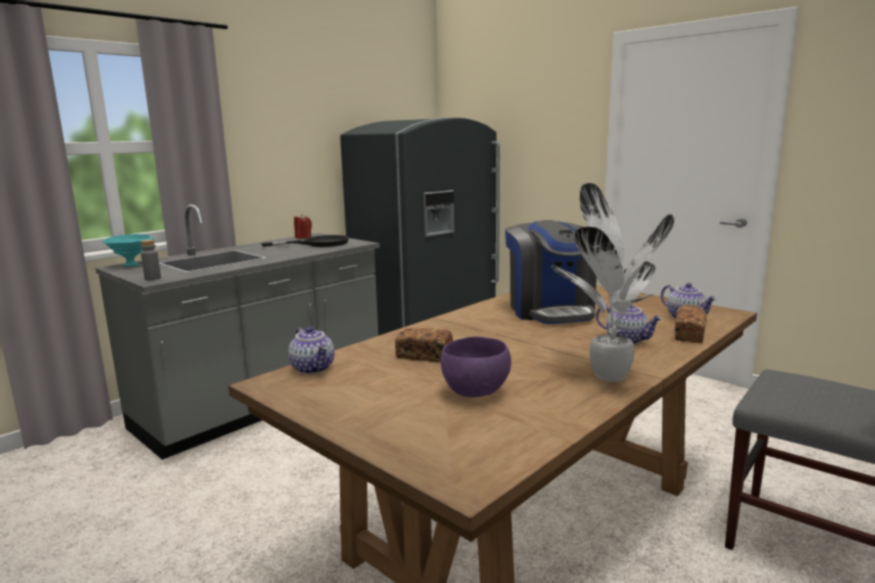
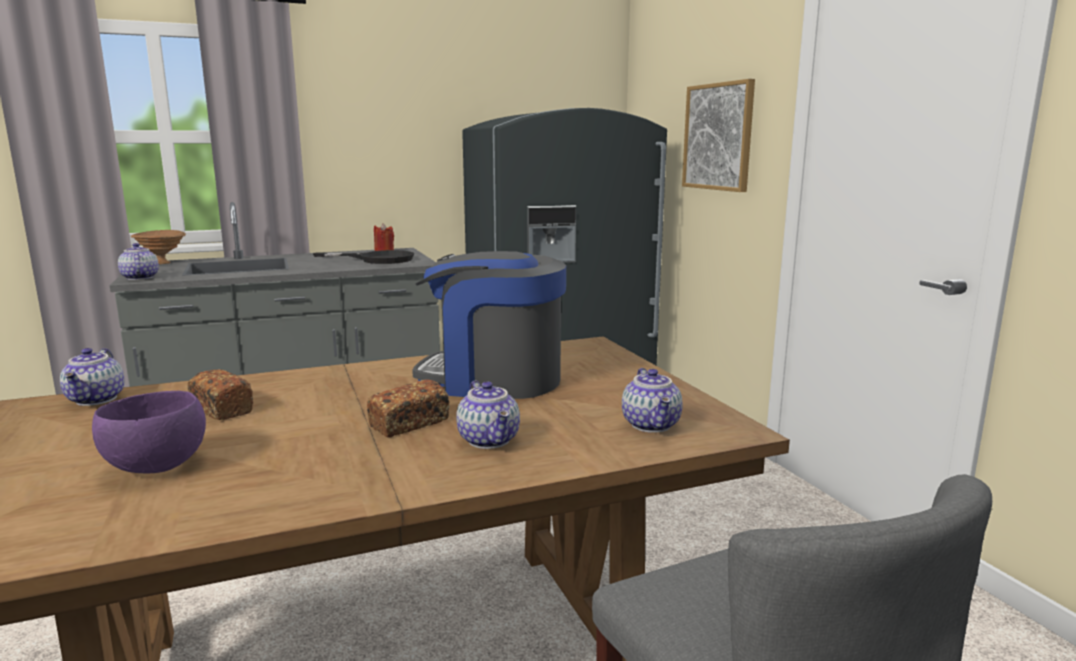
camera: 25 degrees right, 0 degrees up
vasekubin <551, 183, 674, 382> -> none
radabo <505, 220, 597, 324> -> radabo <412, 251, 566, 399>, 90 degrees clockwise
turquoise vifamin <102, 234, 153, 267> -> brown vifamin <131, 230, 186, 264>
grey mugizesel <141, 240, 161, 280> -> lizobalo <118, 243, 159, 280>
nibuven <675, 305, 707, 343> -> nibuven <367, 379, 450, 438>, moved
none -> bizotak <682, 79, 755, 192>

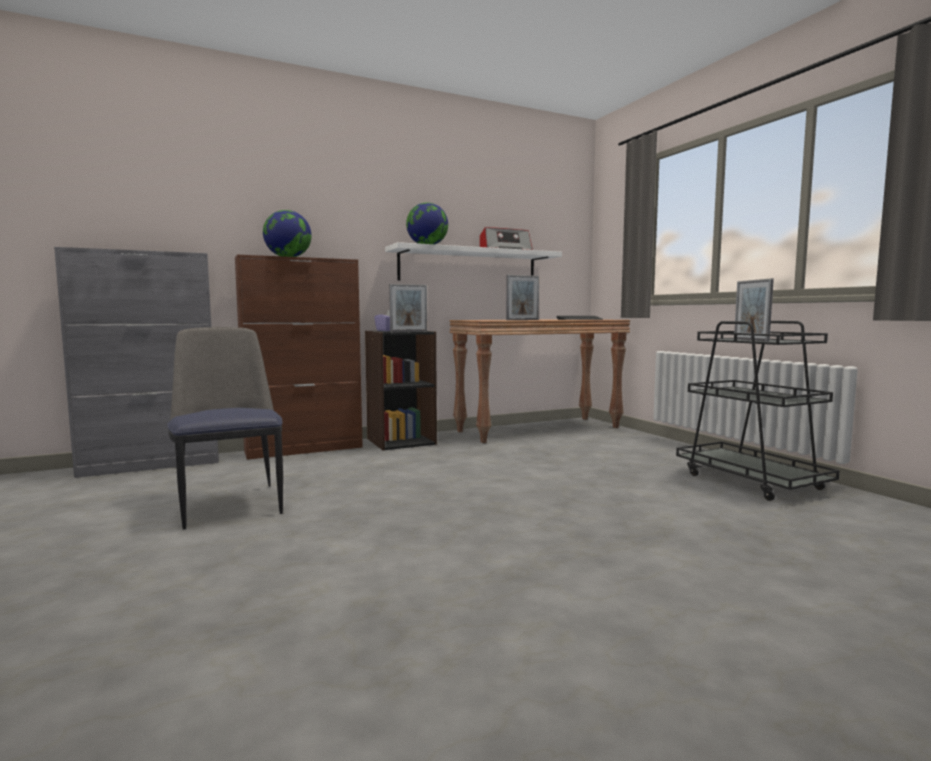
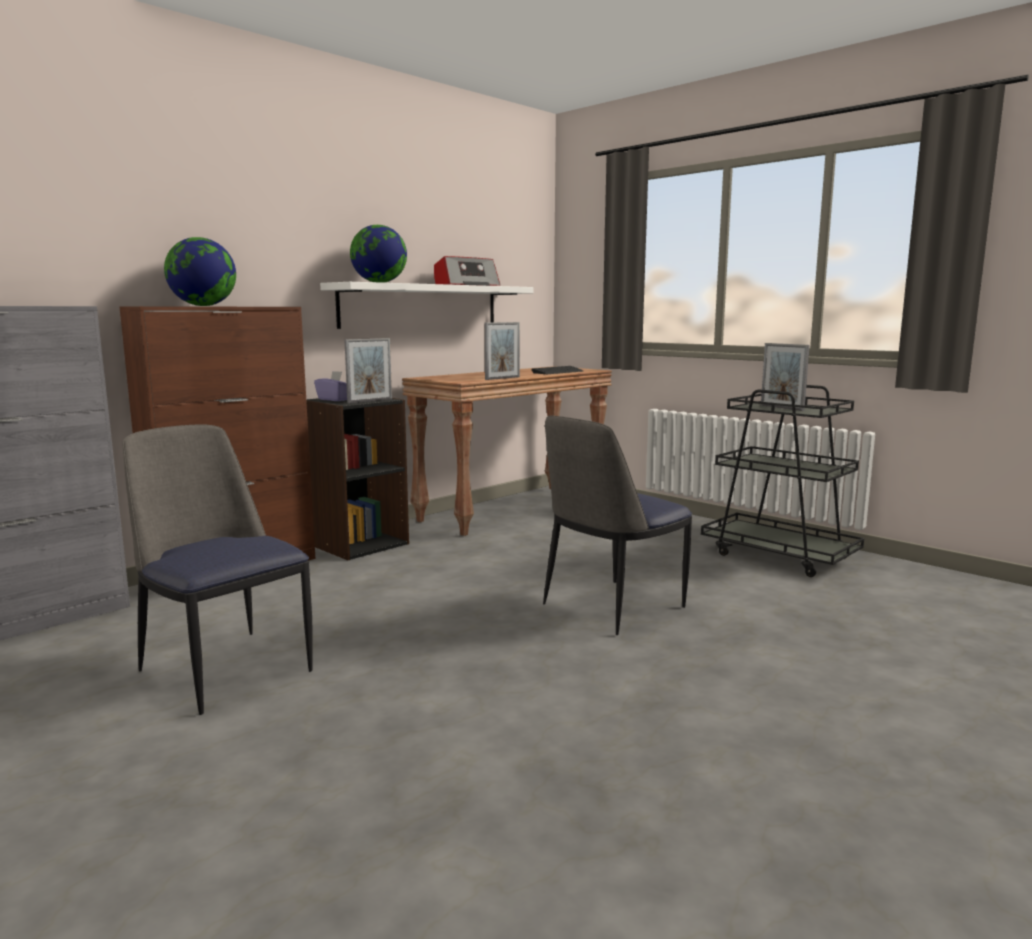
camera: 20 degrees left, 5 degrees up
none -> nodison <543, 415, 692, 635>

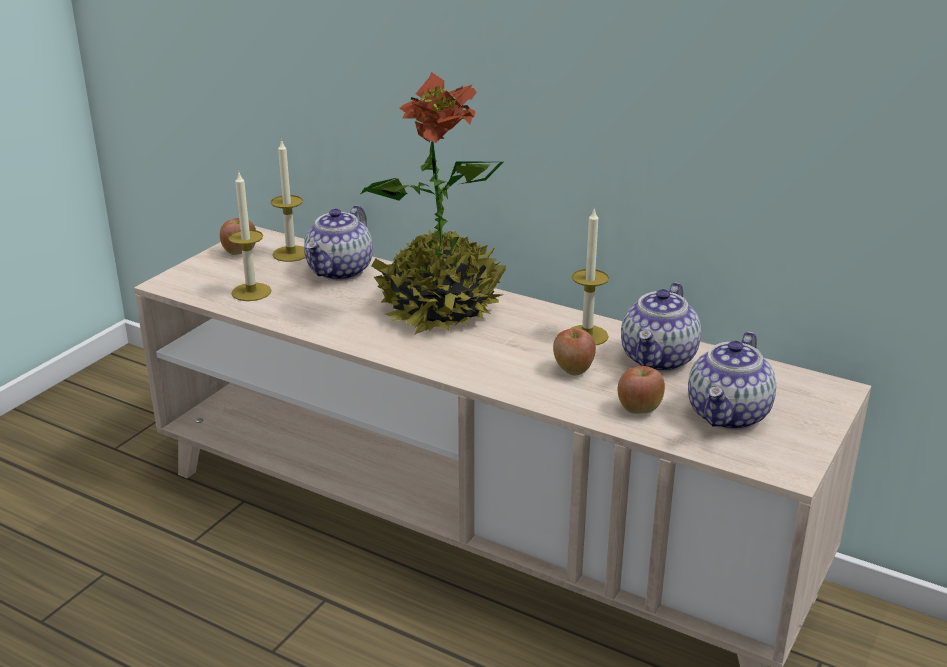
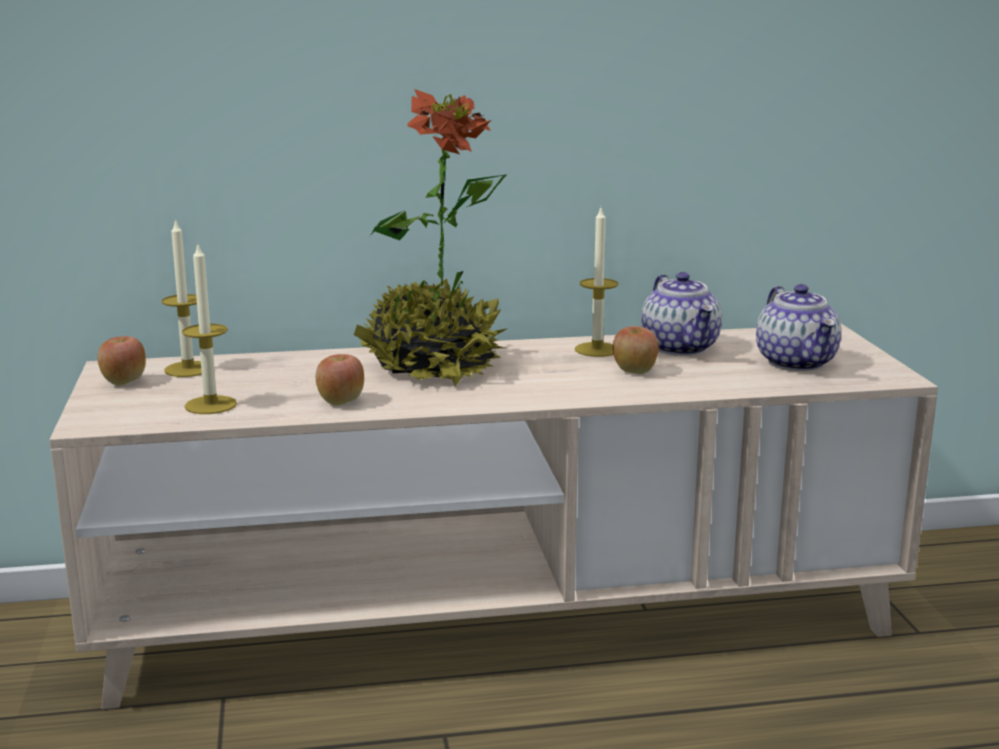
camera: 40 degrees left, 10 degrees down
lizobalo <304, 205, 373, 280> -> none
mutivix <618, 366, 665, 414> -> mutivix <316, 354, 364, 406>, moved

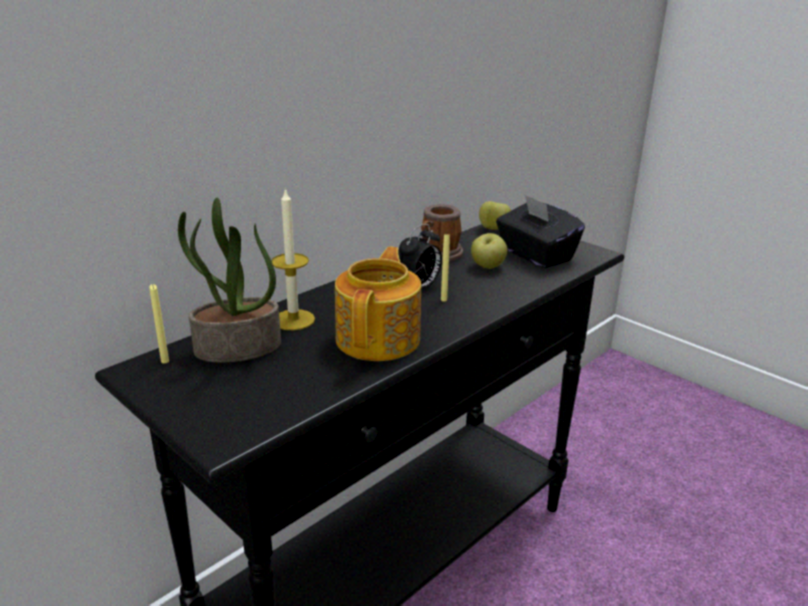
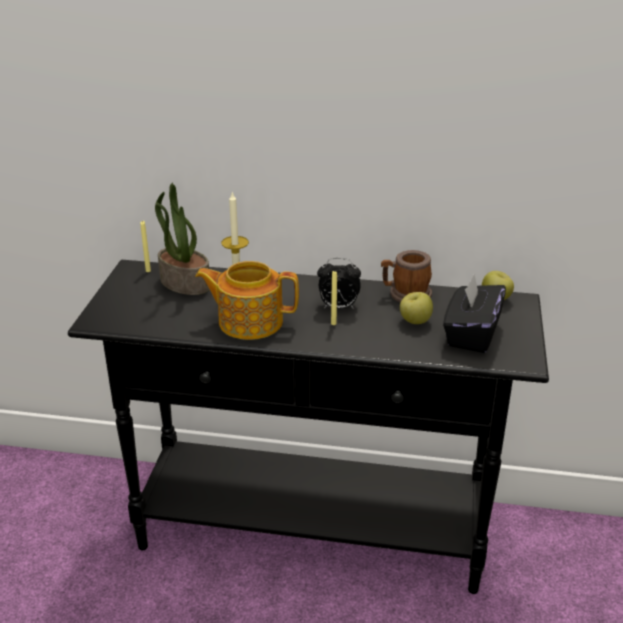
camera: 55 degrees right, 5 degrees up
lizobalo <335, 247, 421, 361> -> lizobalo <195, 261, 299, 340>, 150 degrees counterclockwise

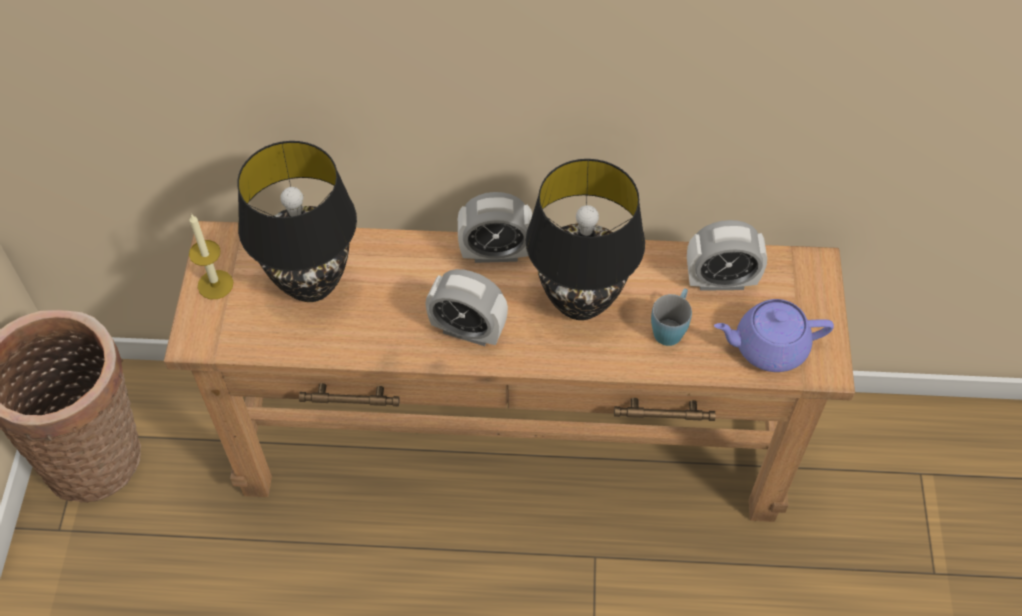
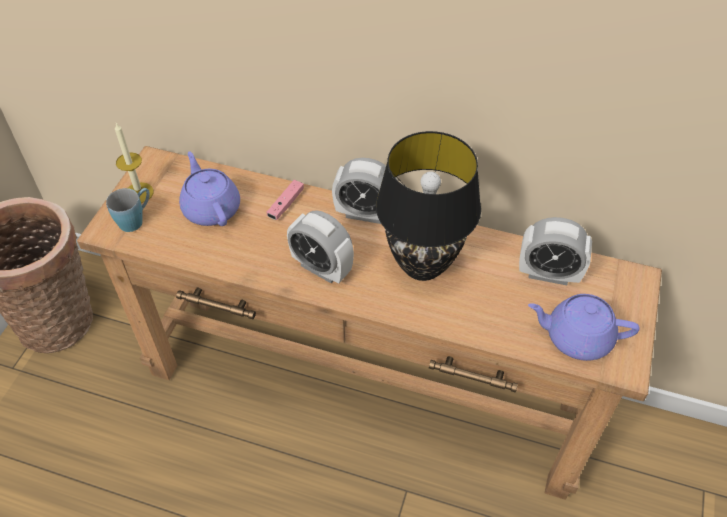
camera: 15 degrees right, 5 degrees down
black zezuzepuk <237, 141, 357, 302> -> purple lizobalo <179, 152, 240, 226>
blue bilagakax <651, 288, 692, 346> -> blue bilagakax <106, 188, 150, 232>, moved
none -> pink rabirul <267, 180, 304, 220>

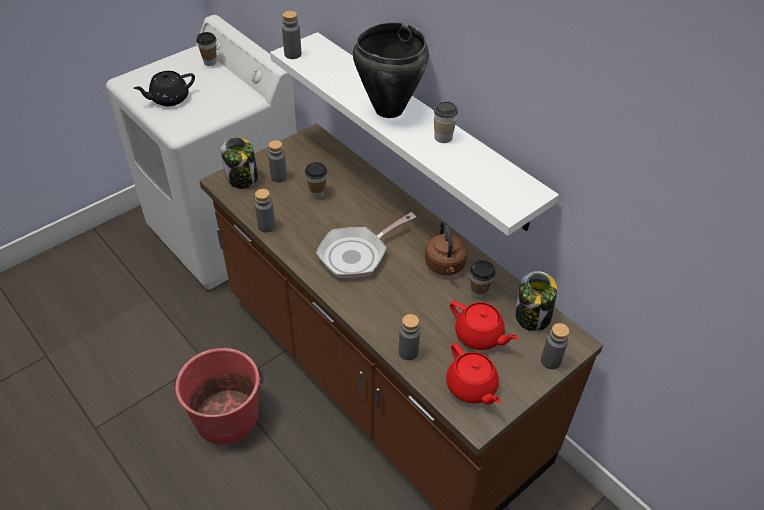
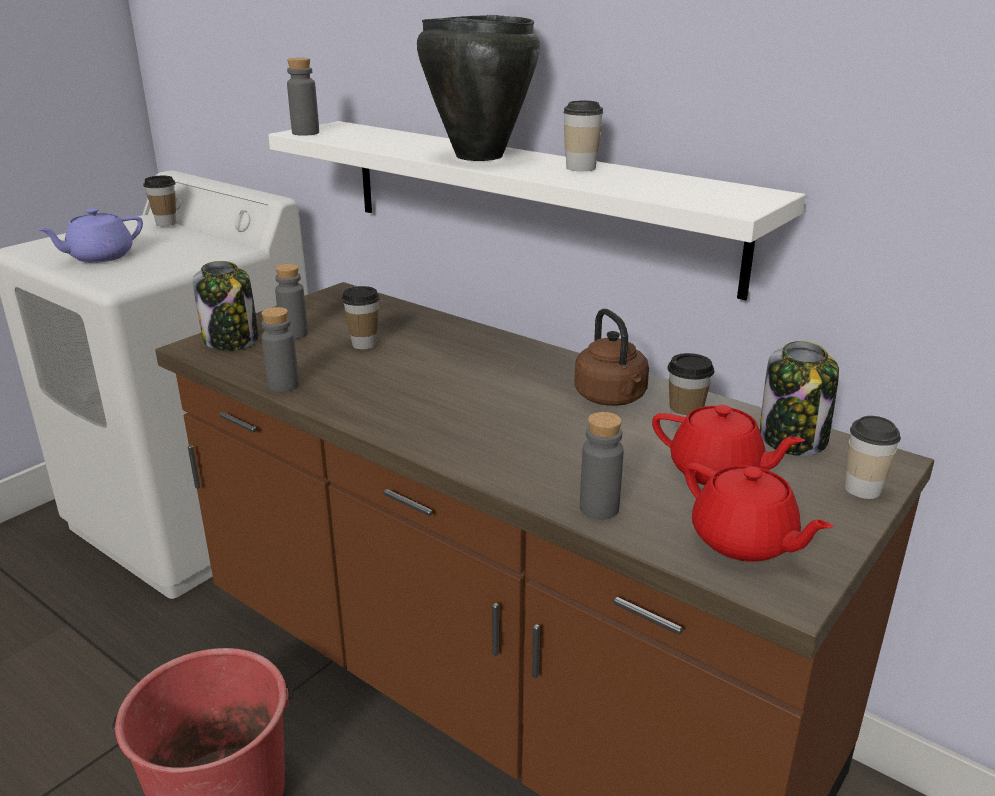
camera: 10 degrees left, 20 degrees down
black lizobalo <133, 71, 195, 106> -> purple lizobalo <37, 208, 143, 263>
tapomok <316, 212, 416, 278> -> none
grey mugizesel <541, 323, 569, 370> -> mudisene <845, 416, 901, 499>

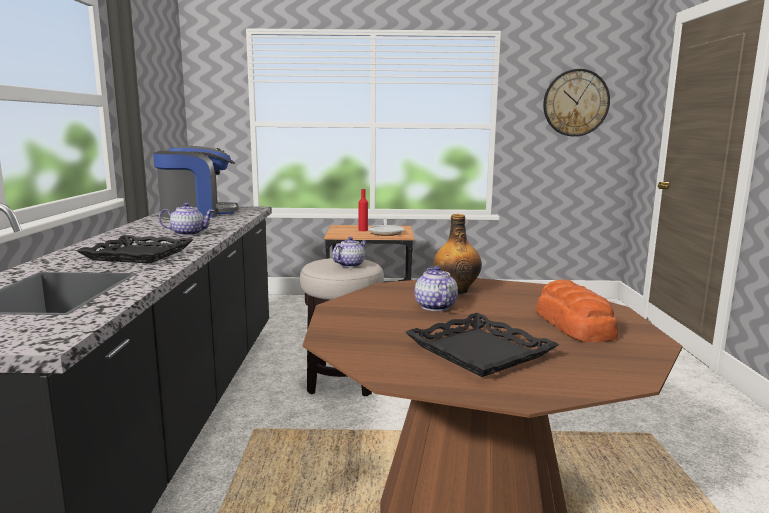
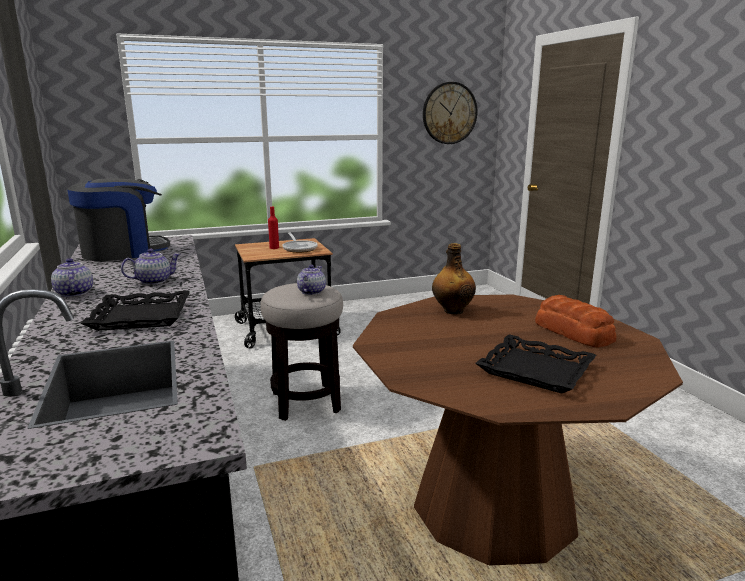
camera: 20 degrees left, 5 degrees up
lizobalo <415, 266, 458, 311> -> lizobalo <51, 258, 93, 297>, moved

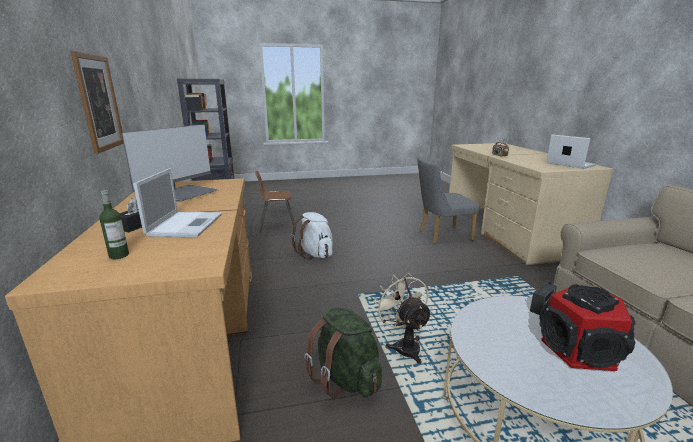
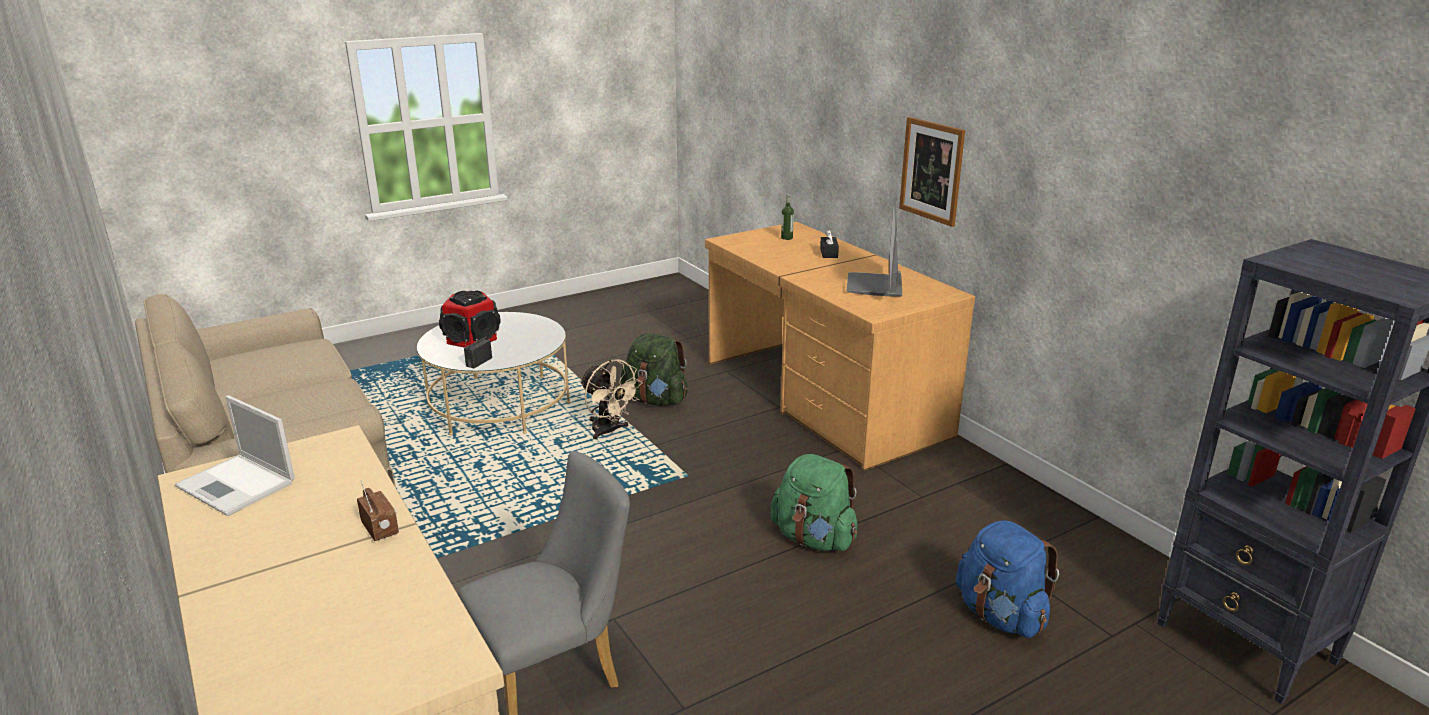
camera: 160 degrees right, 5 degrees up
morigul <133, 168, 222, 237> -> none
brown nodison <255, 171, 296, 233> -> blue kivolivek <956, 521, 1059, 638>
white kivolivek <291, 212, 333, 259> -> green kivolivek <771, 454, 858, 551>

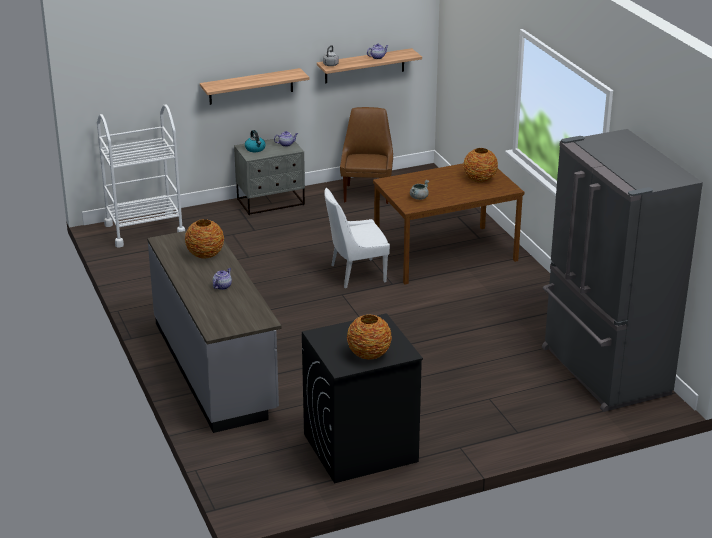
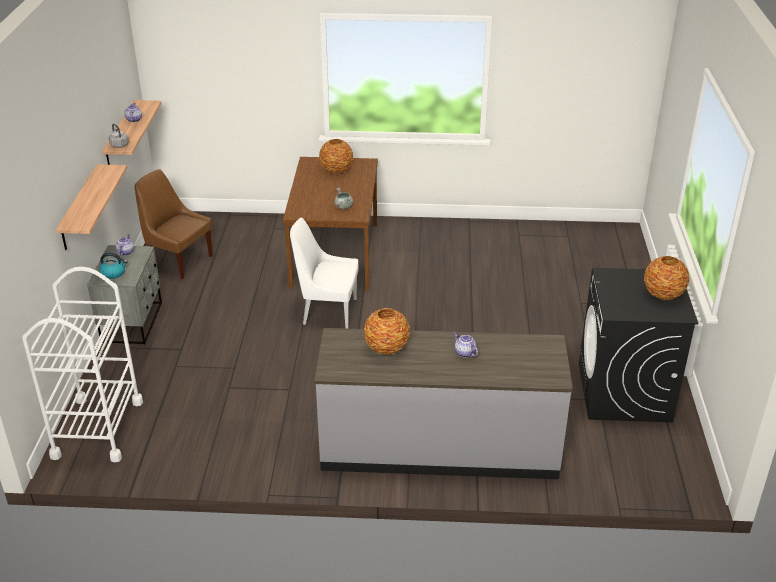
camera: 65 degrees left, 5 degrees up
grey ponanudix <542, 129, 703, 412> -> none
white nodison <324, 188, 390, 288> -> white nodison <290, 218, 358, 329>, 90 degrees clockwise

